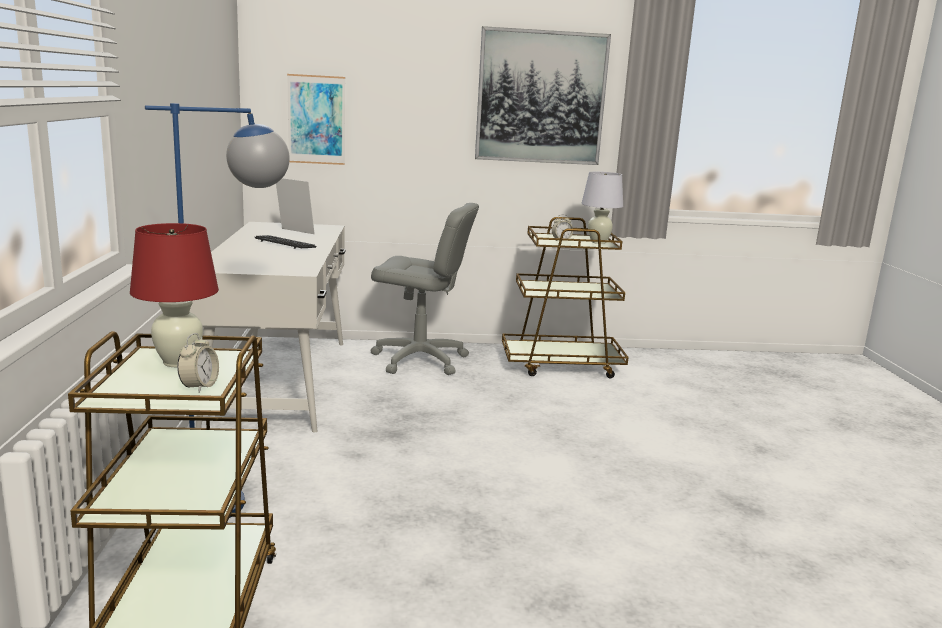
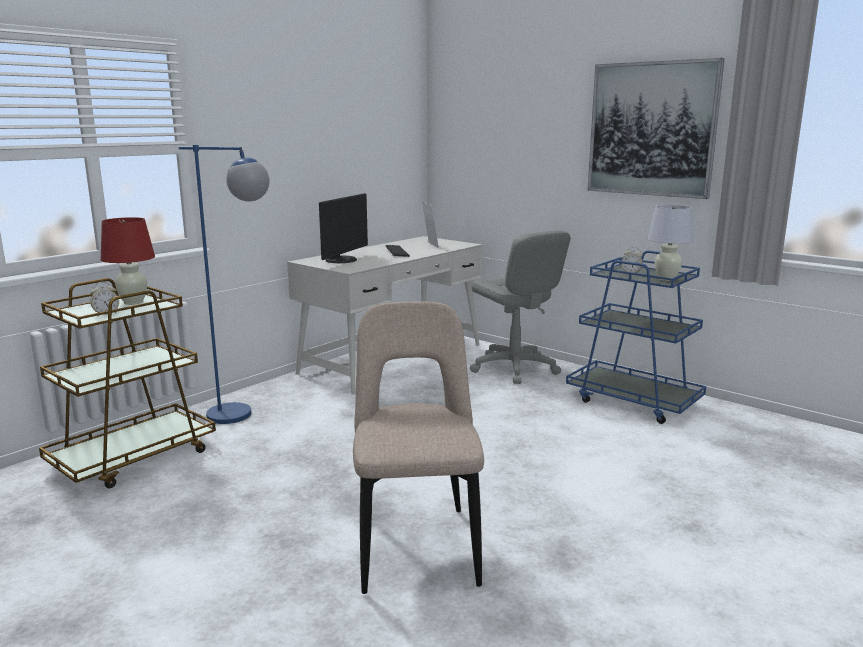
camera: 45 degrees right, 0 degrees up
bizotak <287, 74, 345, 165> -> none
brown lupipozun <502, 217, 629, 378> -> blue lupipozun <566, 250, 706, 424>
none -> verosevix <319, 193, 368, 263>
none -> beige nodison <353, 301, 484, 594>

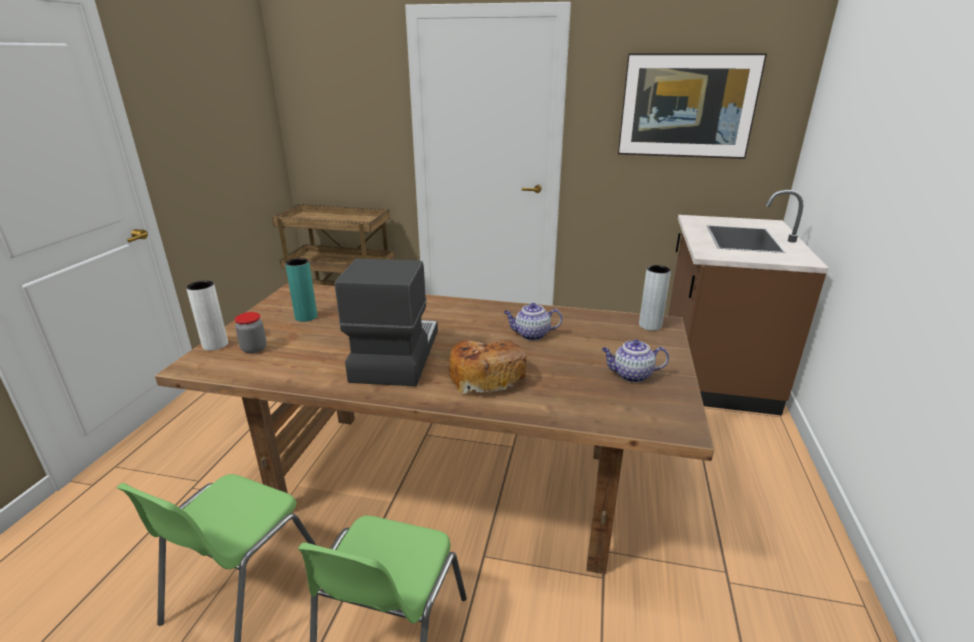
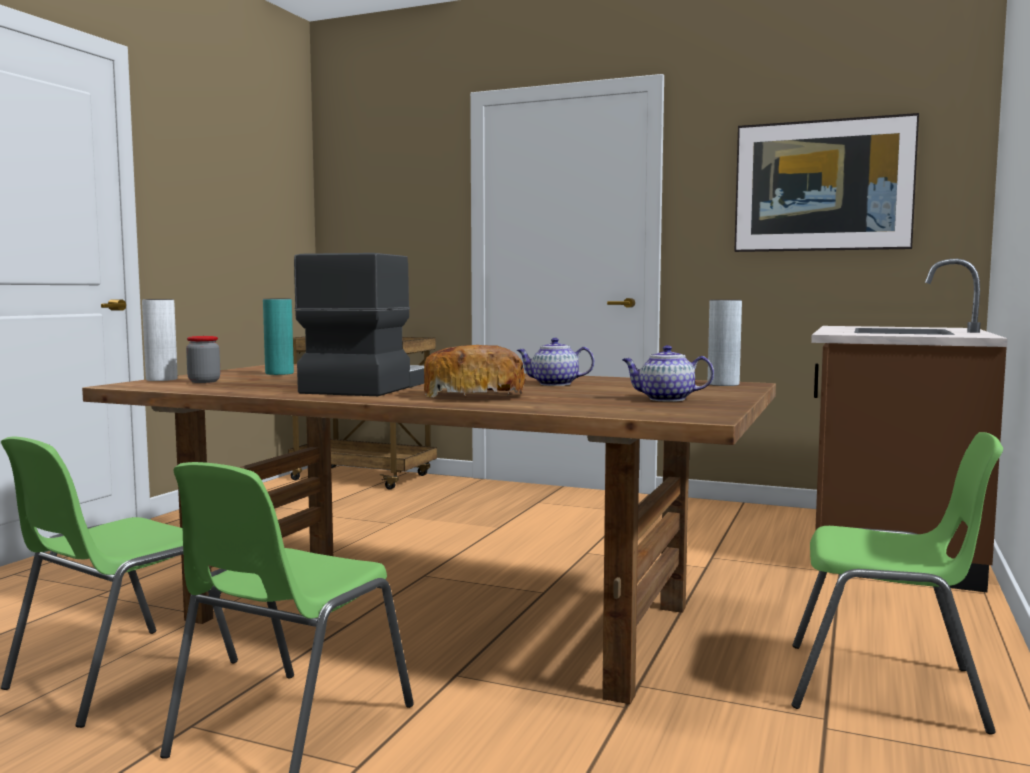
camera: 10 degrees right, 20 degrees down
none -> green nodison <791, 432, 1003, 734>

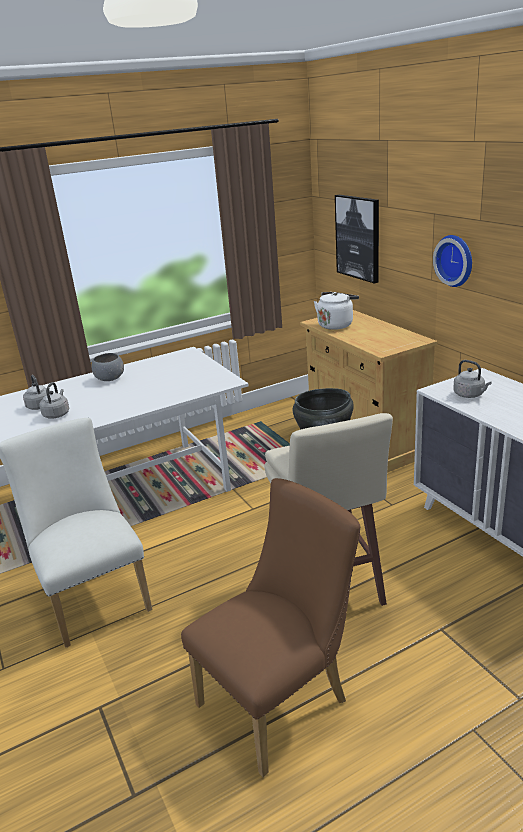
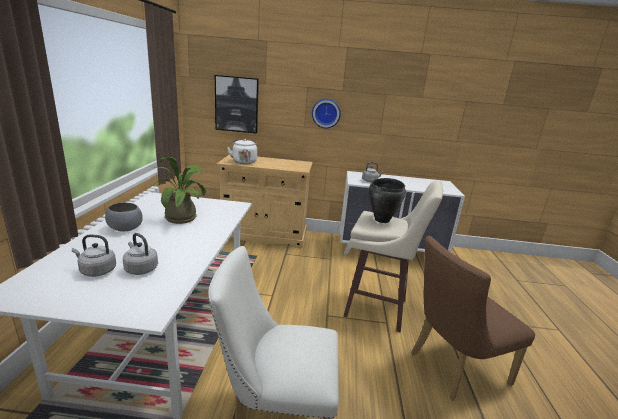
camera: 60 degrees left, 5 degrees down
brown nodison <181, 478, 361, 777> -> brown nodison <411, 236, 535, 401>, 105 degrees counterclockwise
none -> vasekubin <152, 157, 206, 224>

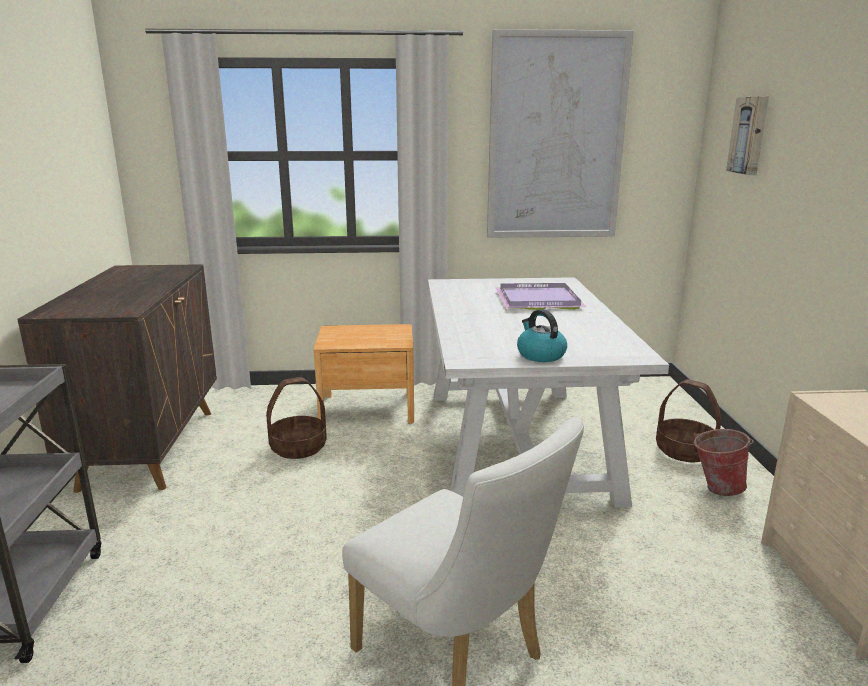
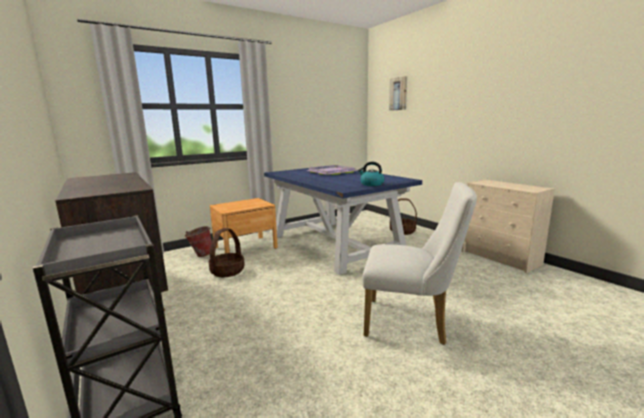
camera: 30 degrees left, 5 degrees down
bizotak <487, 29, 634, 238> -> none
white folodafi <428, 277, 669, 507> -> blue folodafi <264, 166, 422, 275>
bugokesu <694, 429, 754, 496> -> bugokesu <185, 226, 212, 257>, moved

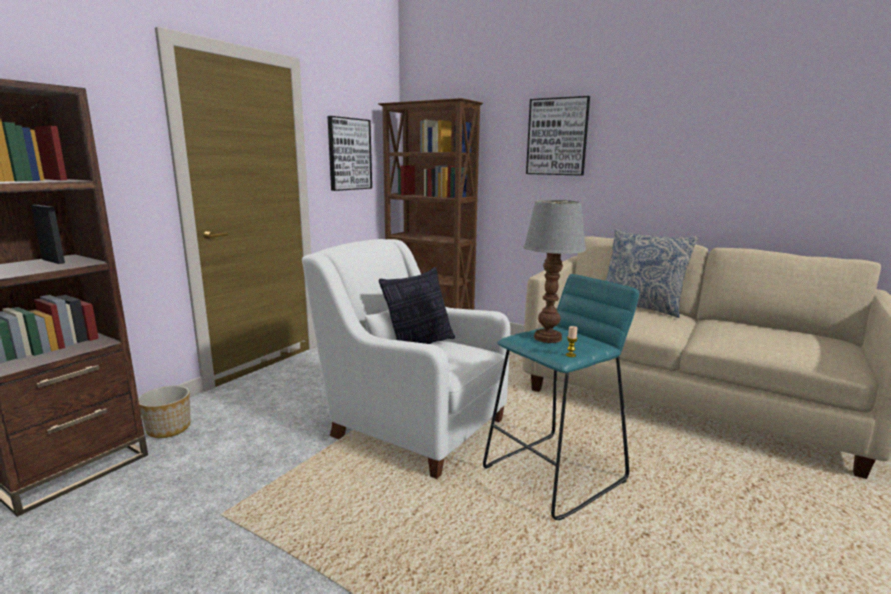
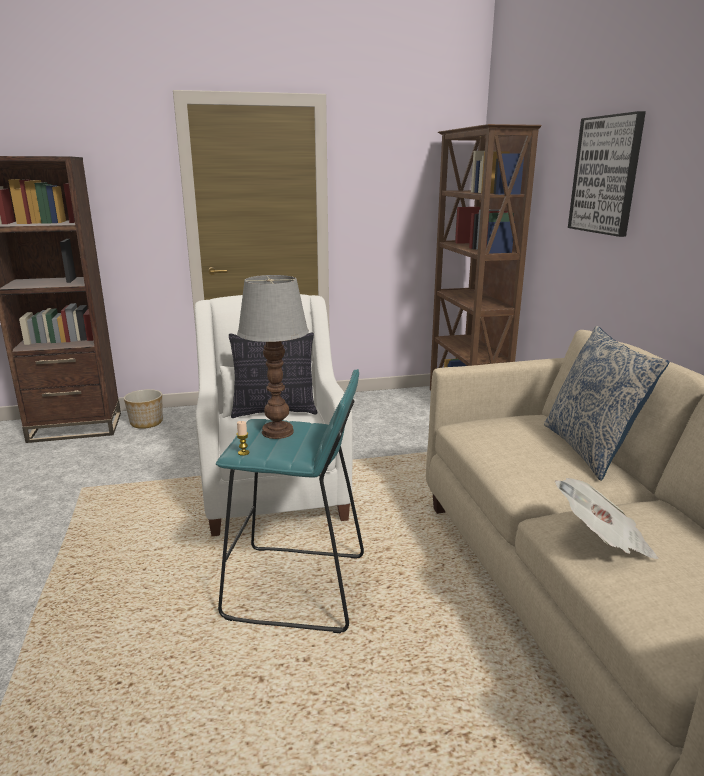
camera: 45 degrees right, 5 degrees up
bizotak <327, 116, 372, 191> -> none
none -> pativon <555, 478, 659, 559>

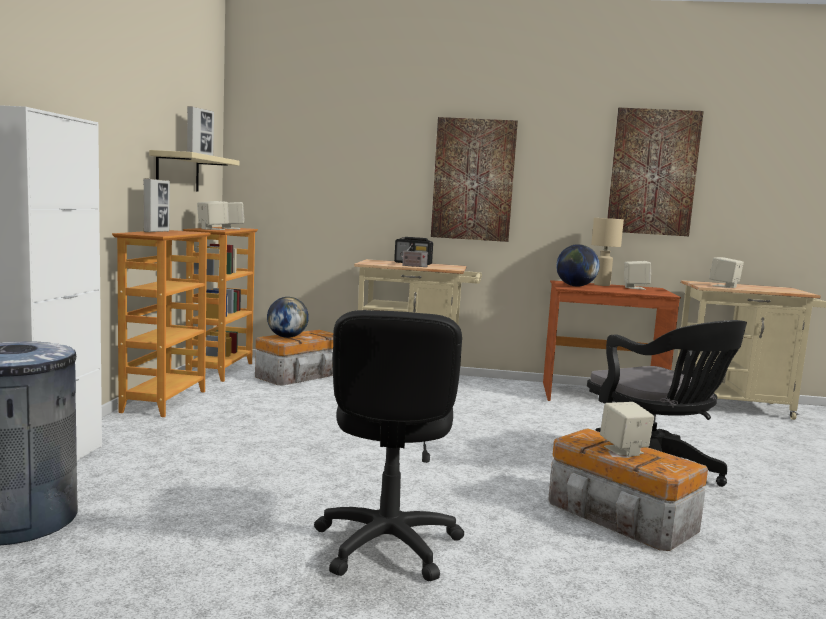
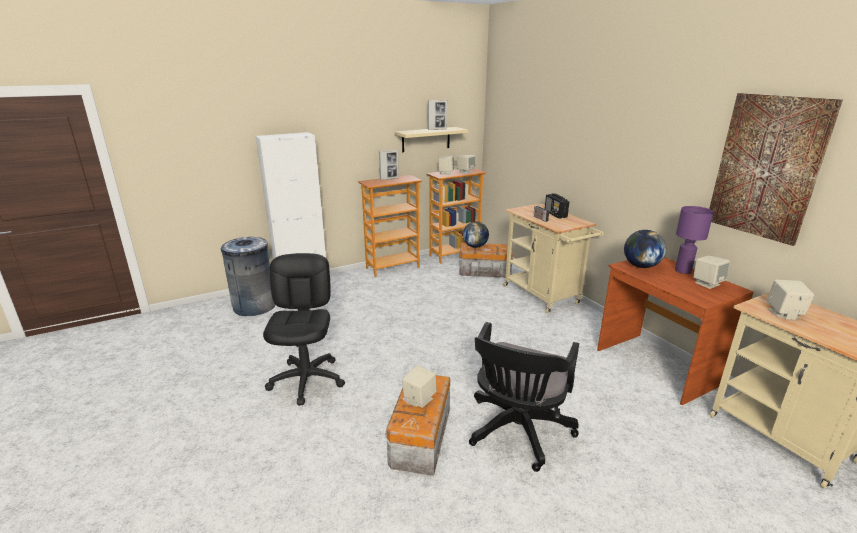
camera: 55 degrees right, 15 degrees up
bizotak <431, 117, 518, 242> -> none
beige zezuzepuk <591, 218, 624, 286> -> purple zezuzepuk <675, 206, 714, 274>
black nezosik <314, 310, 464, 581> -> black nezosik <263, 253, 345, 405>, 120 degrees clockwise

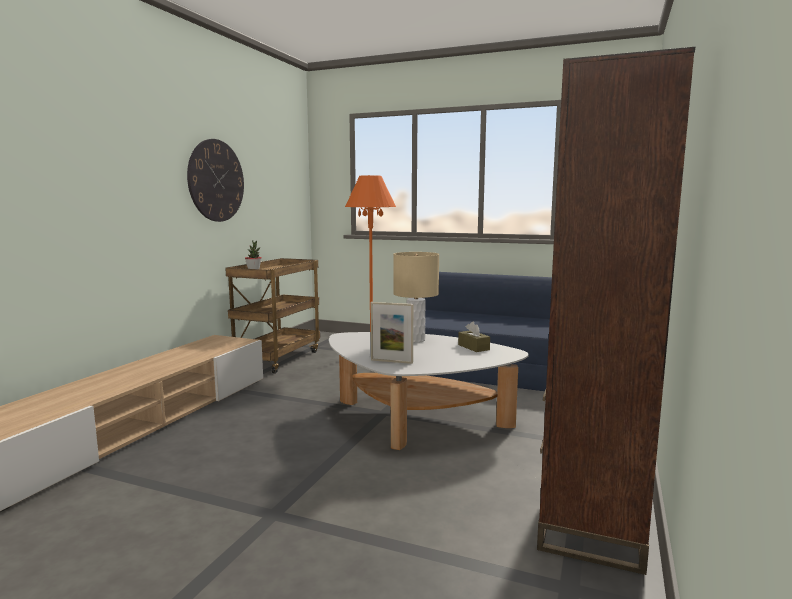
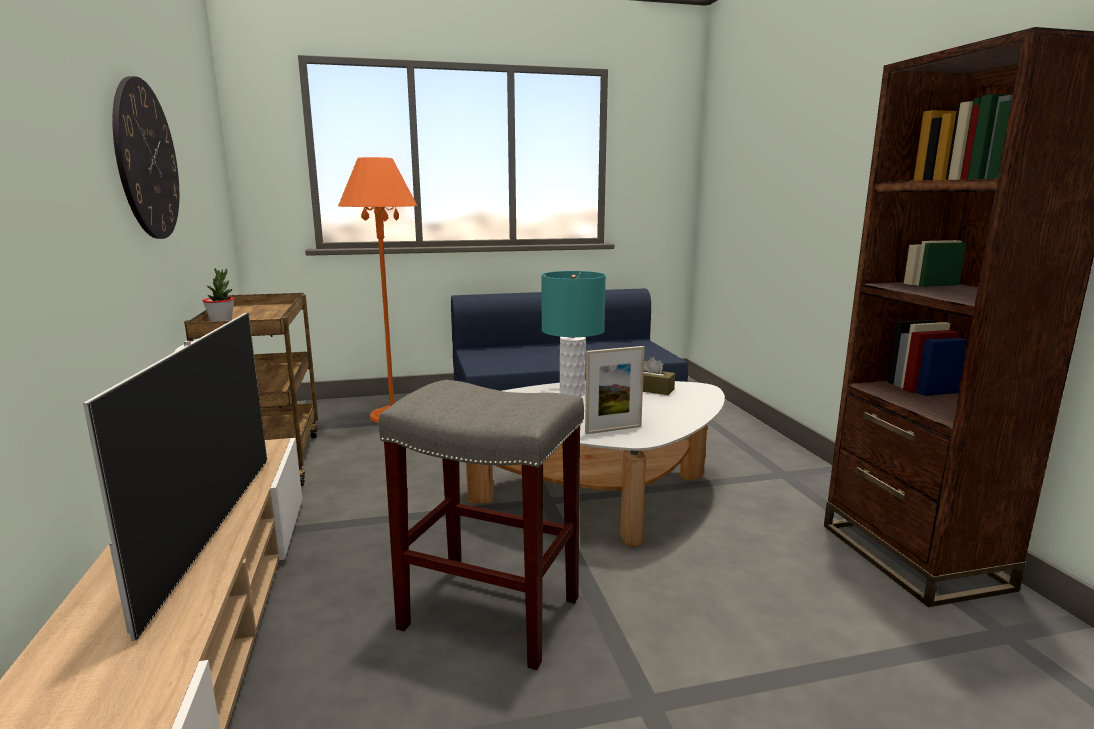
camera: 35 degrees left, 5 degrees up
beige zezuzepuk <393, 252, 439, 343> -> turquoise zezuzepuk <541, 271, 606, 396>
none -> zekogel <83, 313, 267, 641>
none -> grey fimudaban <379, 380, 584, 670>

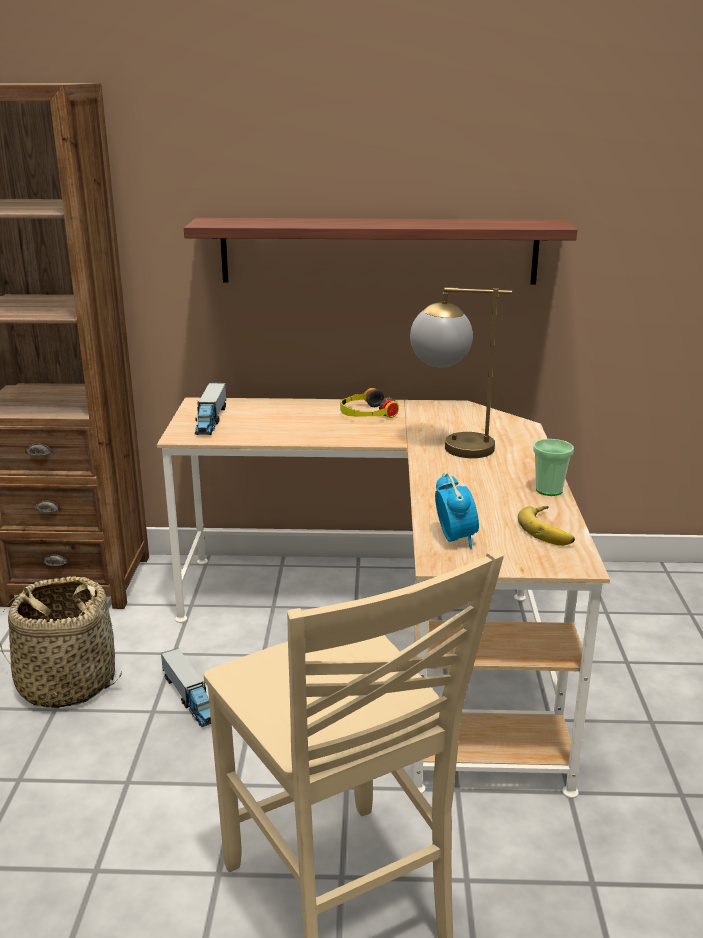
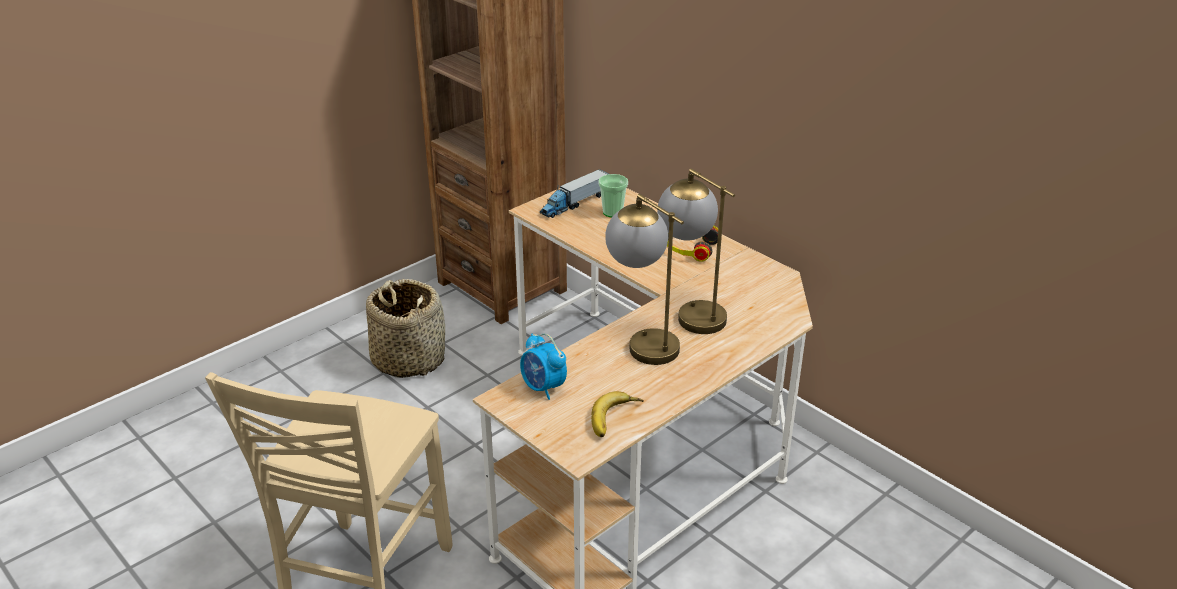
camera: 45 degrees right, 10 degrees up
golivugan <184, 218, 577, 285> -> none
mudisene <533, 439, 574, 496> -> mudisene <598, 174, 628, 217>, moved
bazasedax <435, 473, 479, 549> -> bazasedax <520, 333, 567, 400>, 105 degrees clockwise
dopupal <161, 648, 211, 727> -> none
none -> zezuzepuk <605, 194, 684, 365>

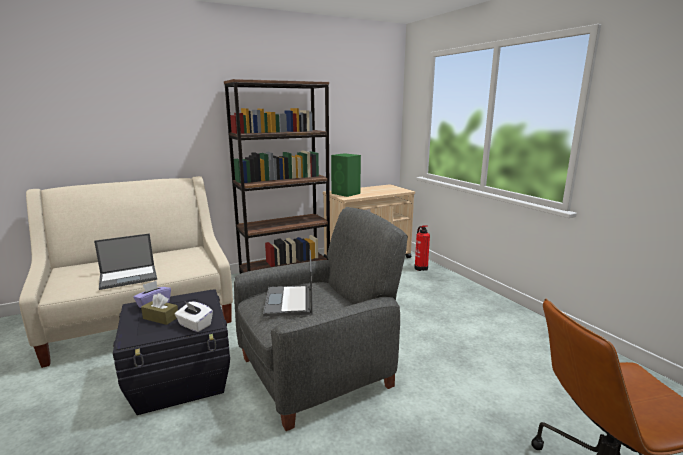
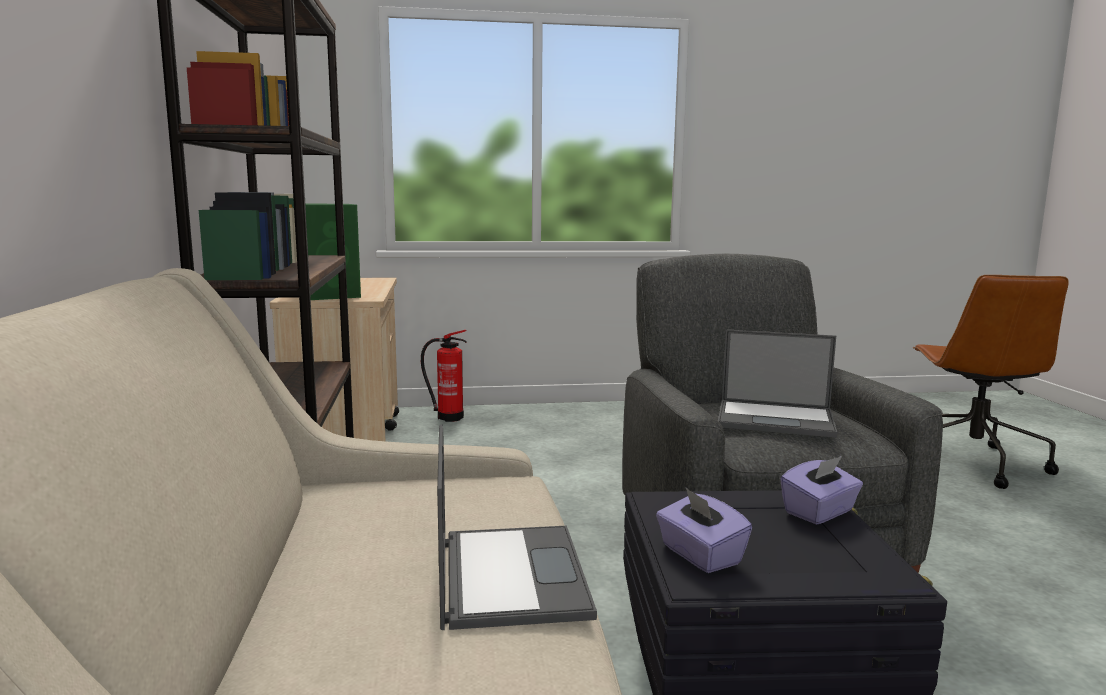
camera: 70 degrees left, 5 degrees down
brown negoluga <141, 293, 178, 325> -> none
white negoluga <175, 302, 213, 332> -> purple negoluga <780, 456, 863, 525>

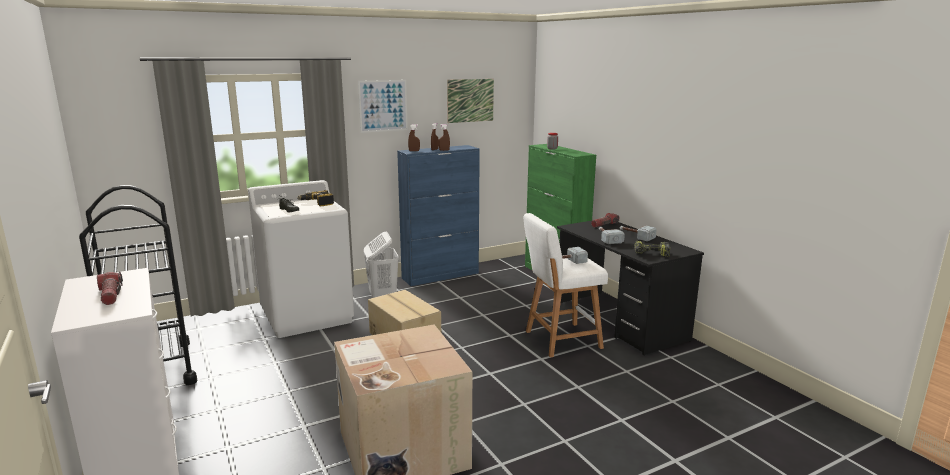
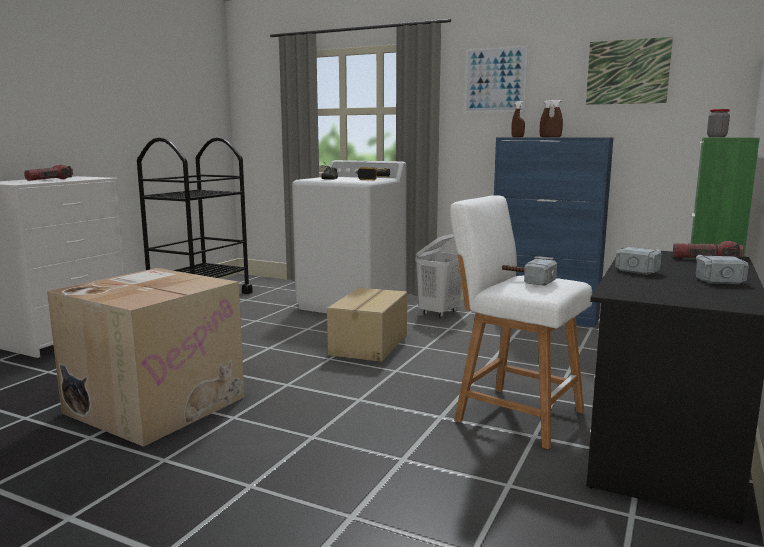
camera: 55 degrees right, 5 degrees down
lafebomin <634, 240, 670, 257> -> none

